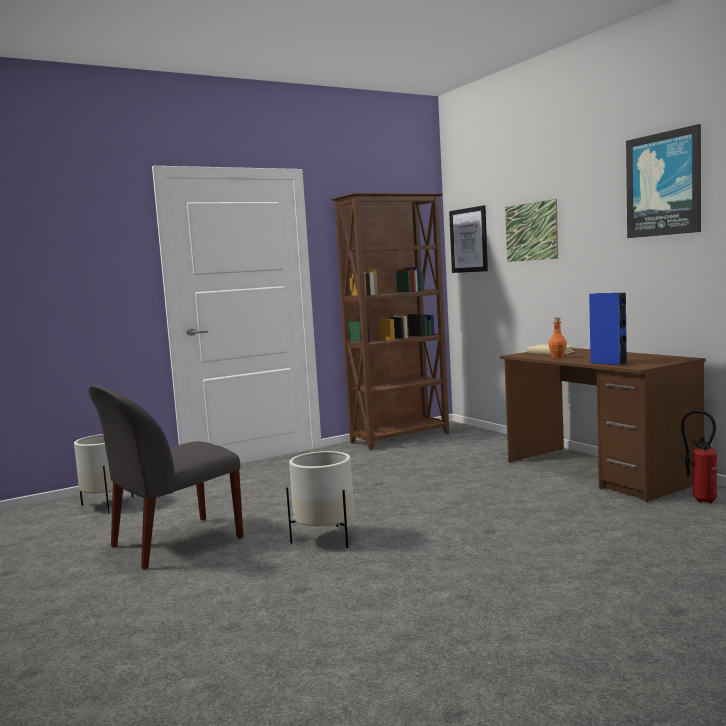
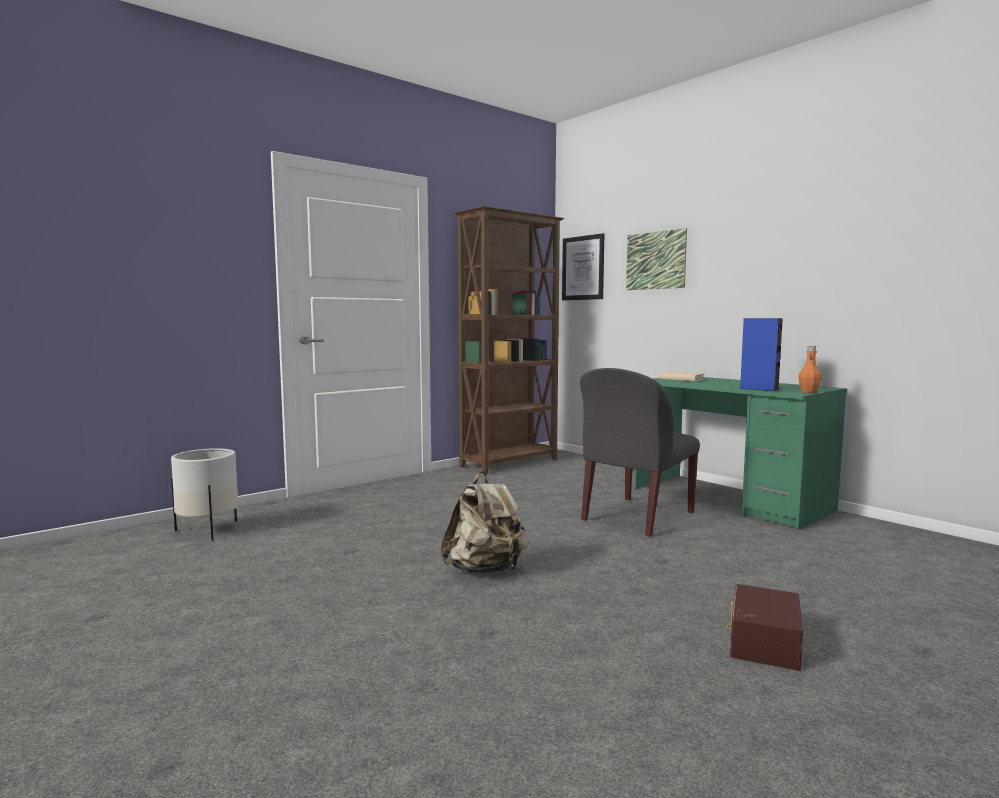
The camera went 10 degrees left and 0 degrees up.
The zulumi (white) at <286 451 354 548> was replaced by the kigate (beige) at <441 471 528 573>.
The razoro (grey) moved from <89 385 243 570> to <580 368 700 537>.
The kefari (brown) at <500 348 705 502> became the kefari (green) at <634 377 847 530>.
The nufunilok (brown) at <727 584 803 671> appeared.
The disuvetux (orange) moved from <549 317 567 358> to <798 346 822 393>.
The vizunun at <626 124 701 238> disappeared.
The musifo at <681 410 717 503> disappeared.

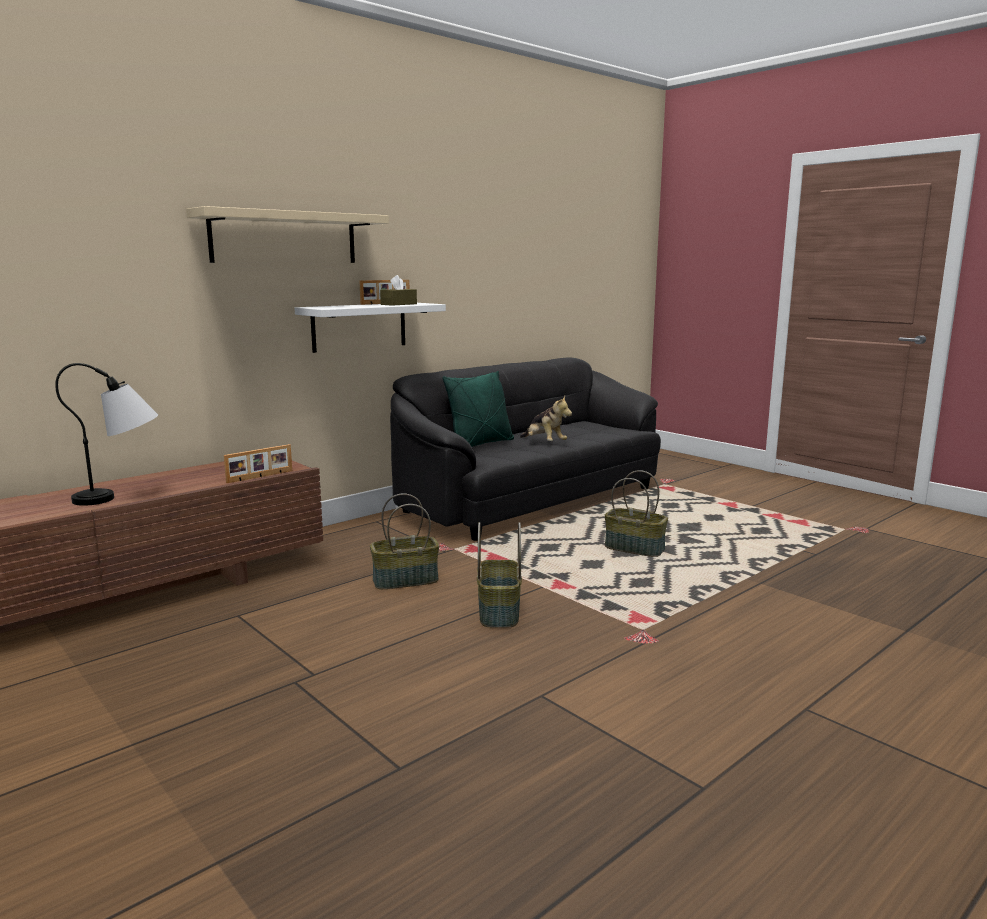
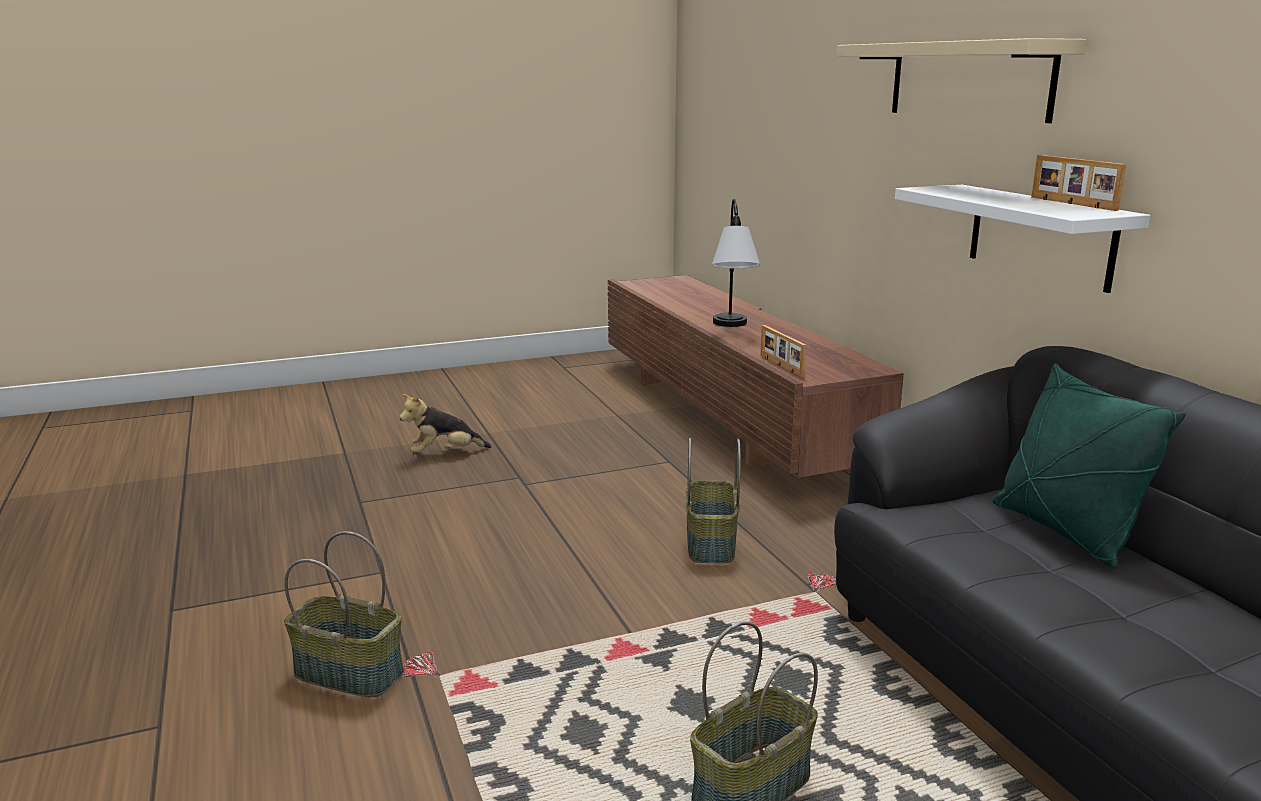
The camera went 110 degrees right and 5 degrees up.
The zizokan moved from <477 522 522 627> to <284 531 404 697>.
The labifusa moved from <520 396 572 441> to <399 394 492 453>.
The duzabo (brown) at <380 275 417 306> disappeared.

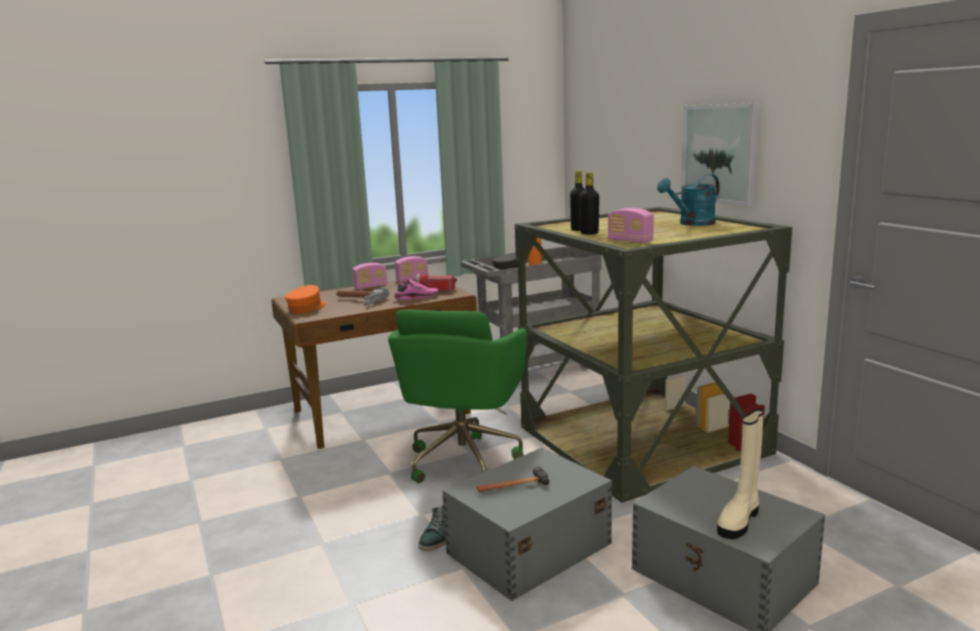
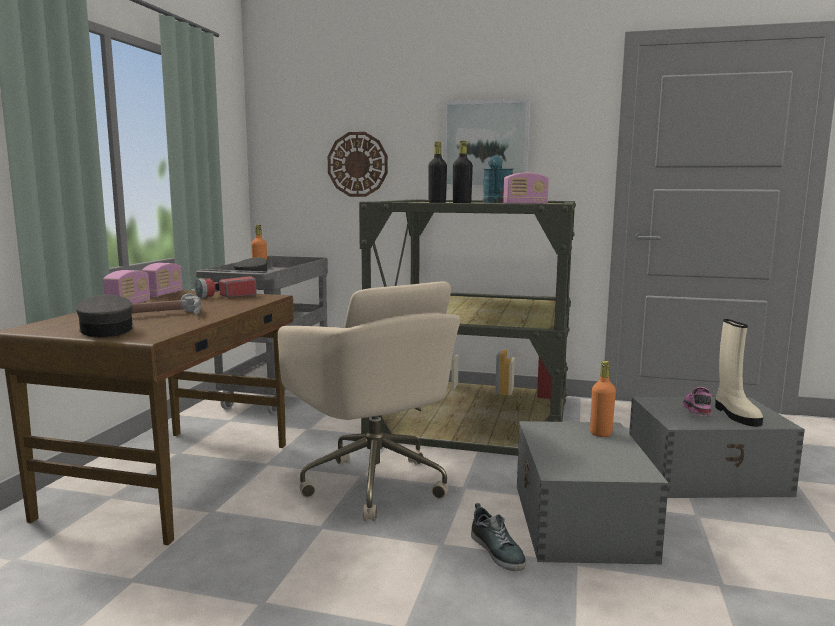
The camera went 50 degrees left and 5 degrees down.
The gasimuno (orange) at <285 285 326 313> became the gasimuno (grey) at <76 295 133 337>.
The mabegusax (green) at <388 310 528 483> became the mabegusax (beige) at <278 282 461 521>.
The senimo at <328 132 388 197> appeared.
The disuvetux (orange) at <590 361 616 437> appeared.
The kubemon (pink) moved from <394 279 439 300> to <682 387 712 416>.
The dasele at <477 466 549 492> disappeared.

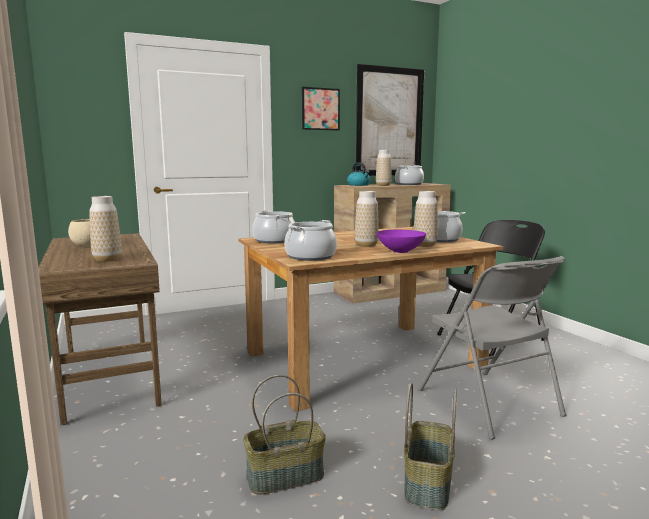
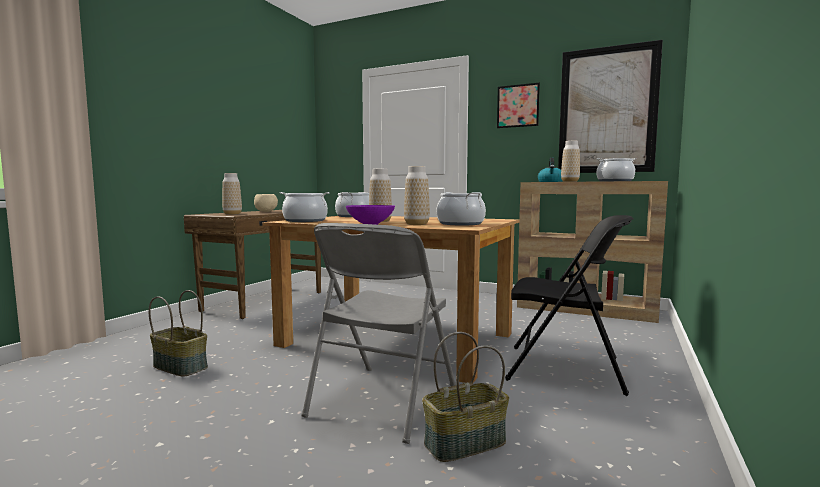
The camera went 50 degrees right and 5 degrees down.
The zizokan moved from <404 383 457 510> to <422 332 509 462>.

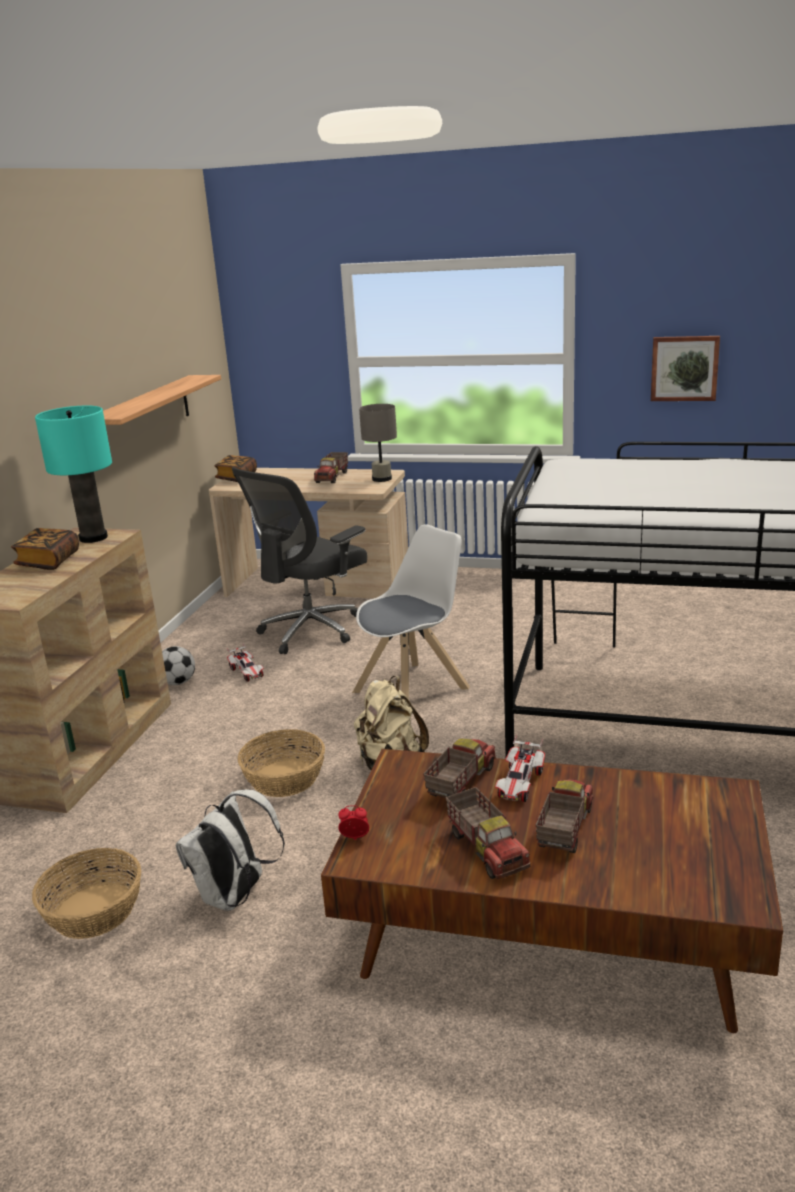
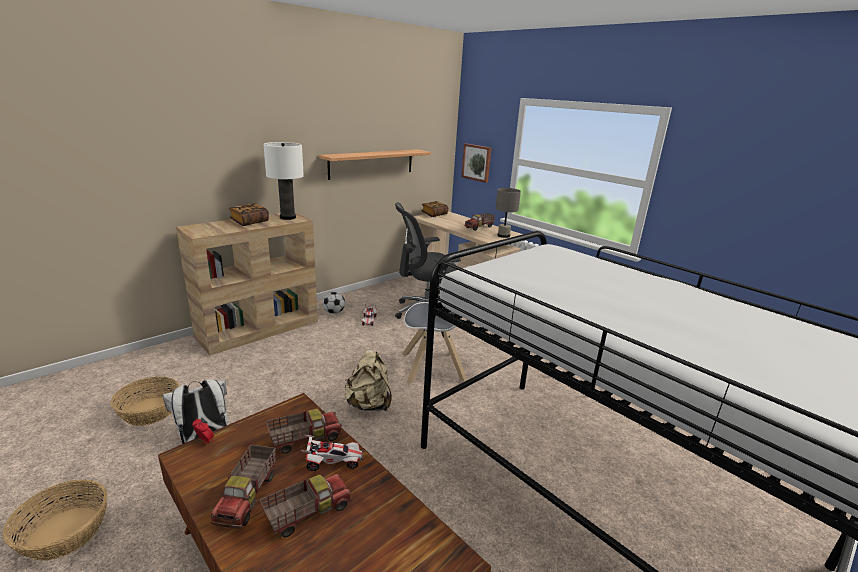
The camera went 30 degrees right and 0 degrees up.
The zizokan moved from <238 729 325 797> to <3 480 108 561>.
The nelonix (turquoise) at <35 405 112 543> became the nelonix (white) at <263 142 304 220>.
The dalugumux at <495 735 545 802> turned 150 degrees counterclockwise.
The vizunun moved from <651 336 720 401> to <461 144 491 183>.

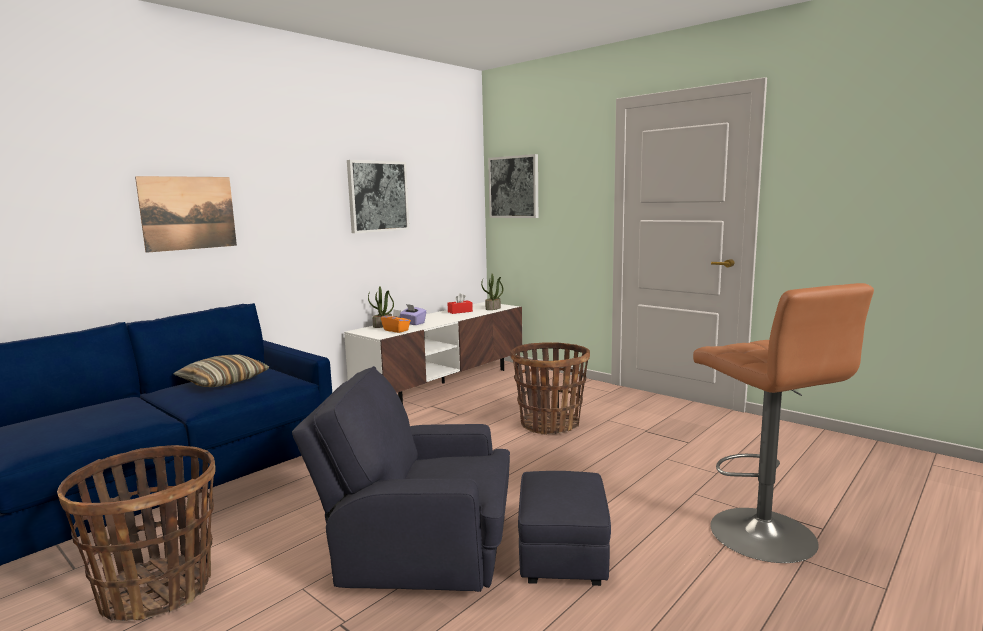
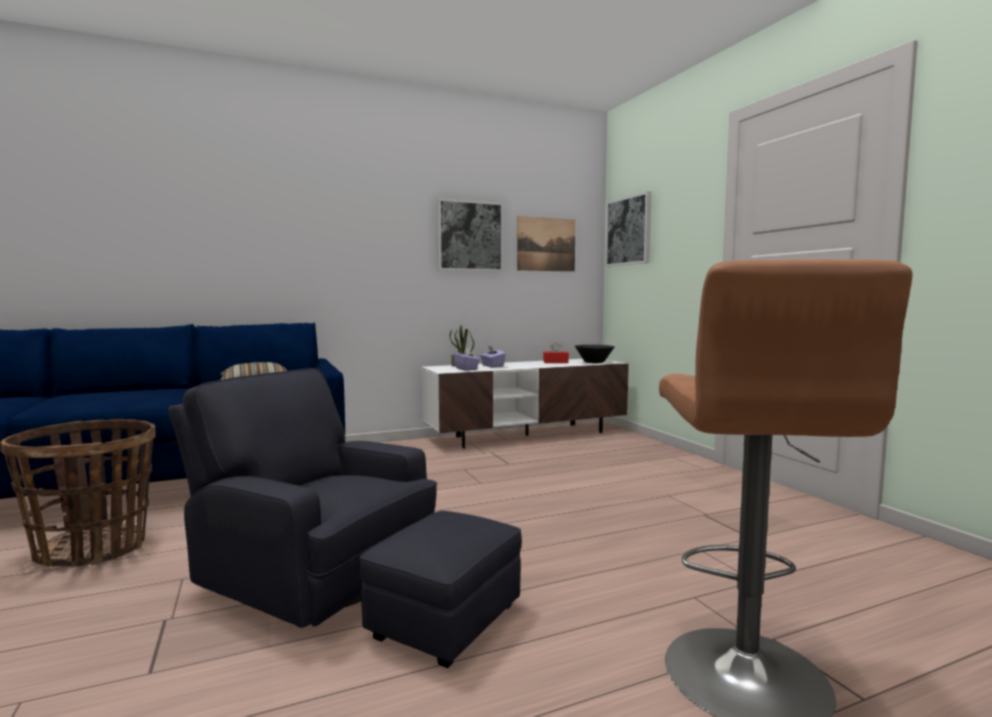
The camera went 25 degrees right and 5 degrees down.
The duzabo (orange) at <381 309 411 333> became the duzabo (purple) at <454 348 480 371>.
The vizunun moved from <135 176 237 253> to <517 216 576 272>.
The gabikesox at <481 274 503 310> was replaced by the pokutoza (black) at <575 345 615 363>.
The zizokan at <510 342 590 435> disappeared.

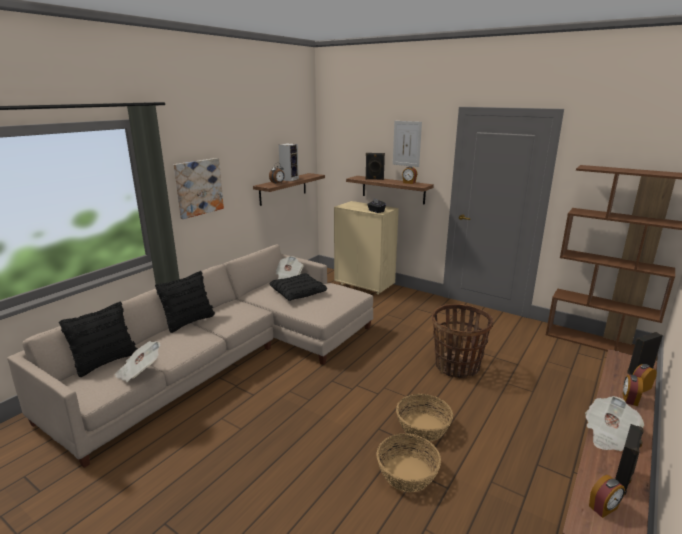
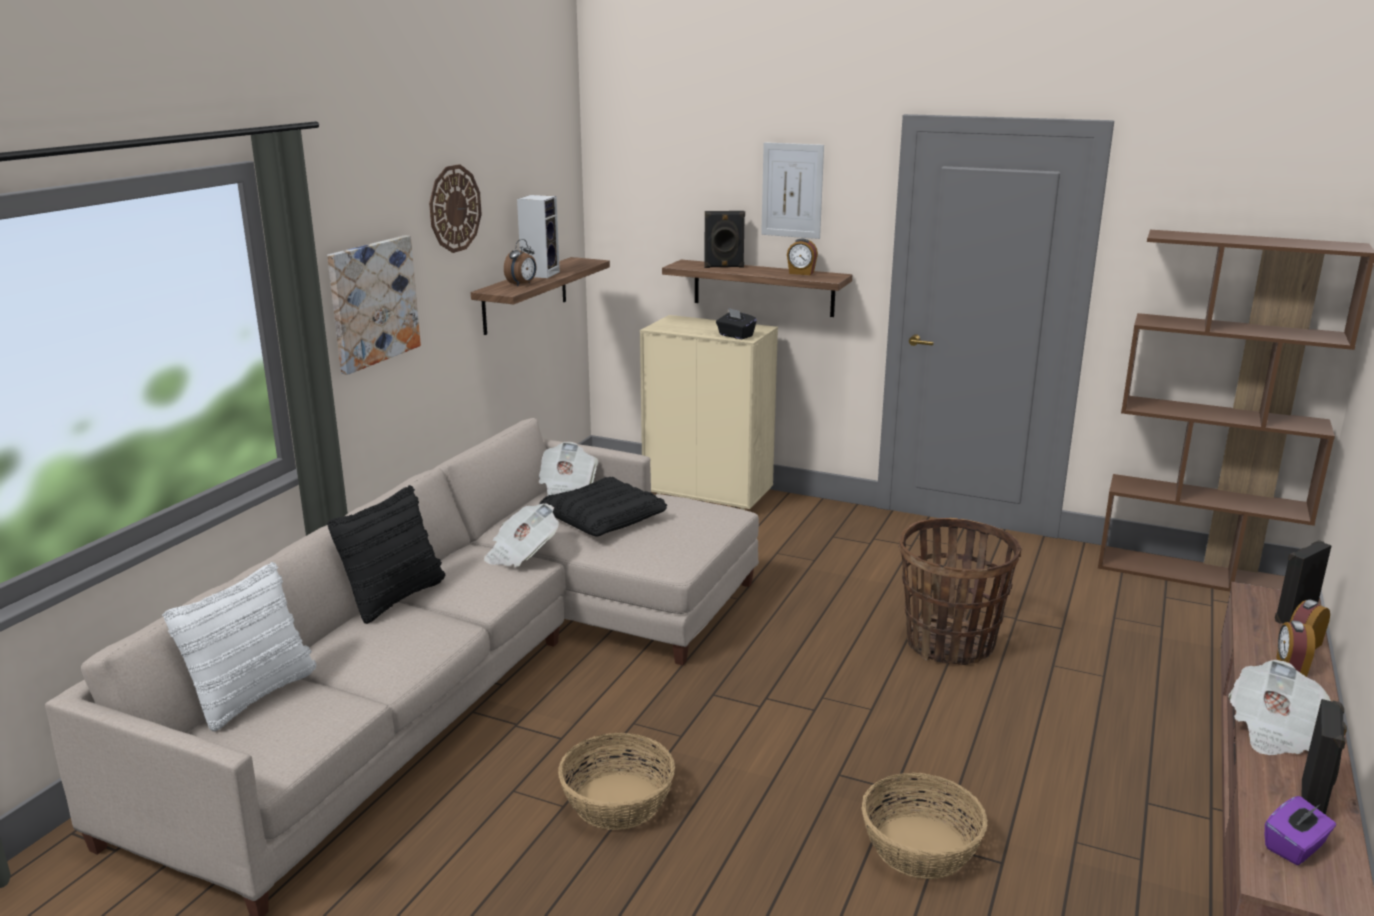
The camera went 10 degrees left and 0 degrees up.
The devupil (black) at <59 301 138 377> became the devupil (white) at <162 562 316 731>.
The senimo at <429 164 482 253> appeared.
The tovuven moved from <114 341 161 382> to <484 504 559 567>.
The zizokan moved from <396 394 453 442> to <558 733 675 830>.
The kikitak at <589 475 625 518> was replaced by the duzabo (purple) at <1265 796 1336 865>.

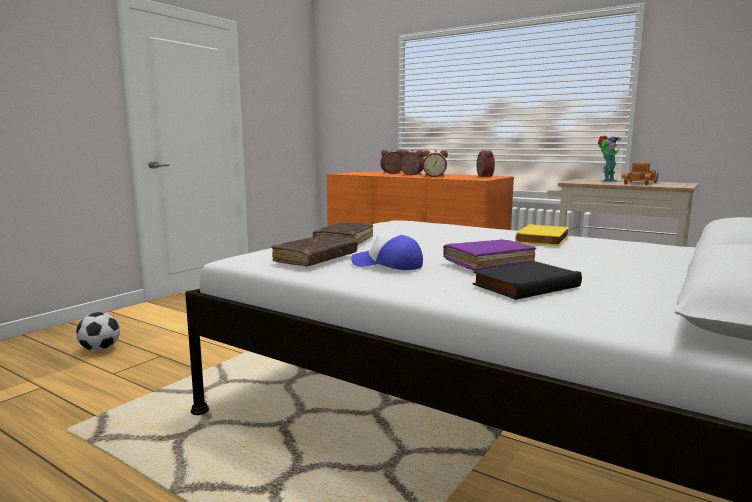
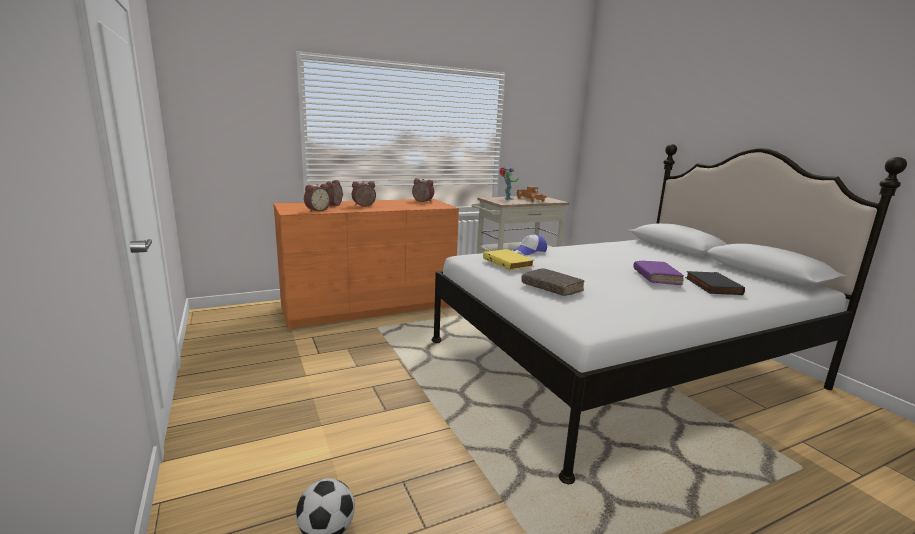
The camera went 60 degrees left and 5 degrees up.
The kikitak moved from <423 150 448 177> to <304 184 331 212>.
The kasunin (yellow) moved from <515 224 569 246> to <483 249 535 270>.
The gasimuno moved from <351 235 423 270> to <513 235 547 255>.
The kasunin (brown) at <271 235 357 267> disappeared.

